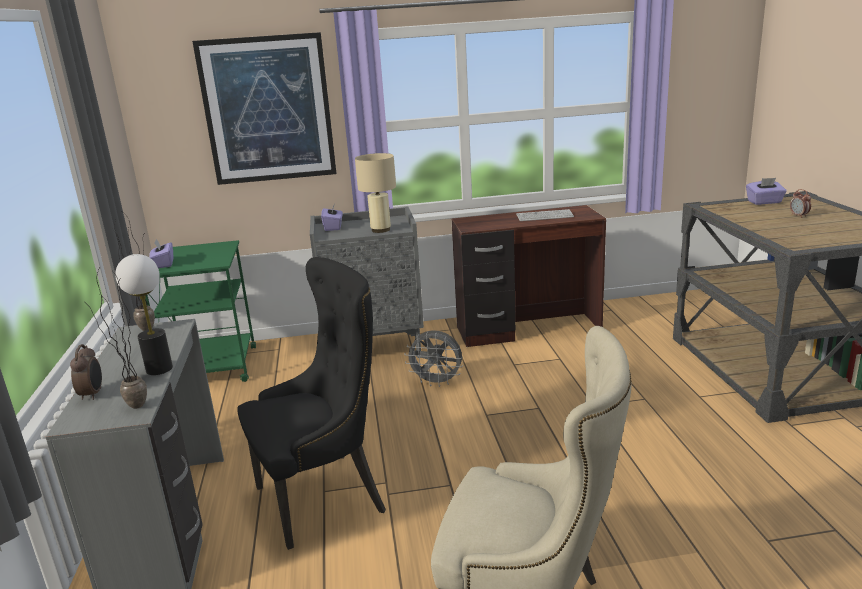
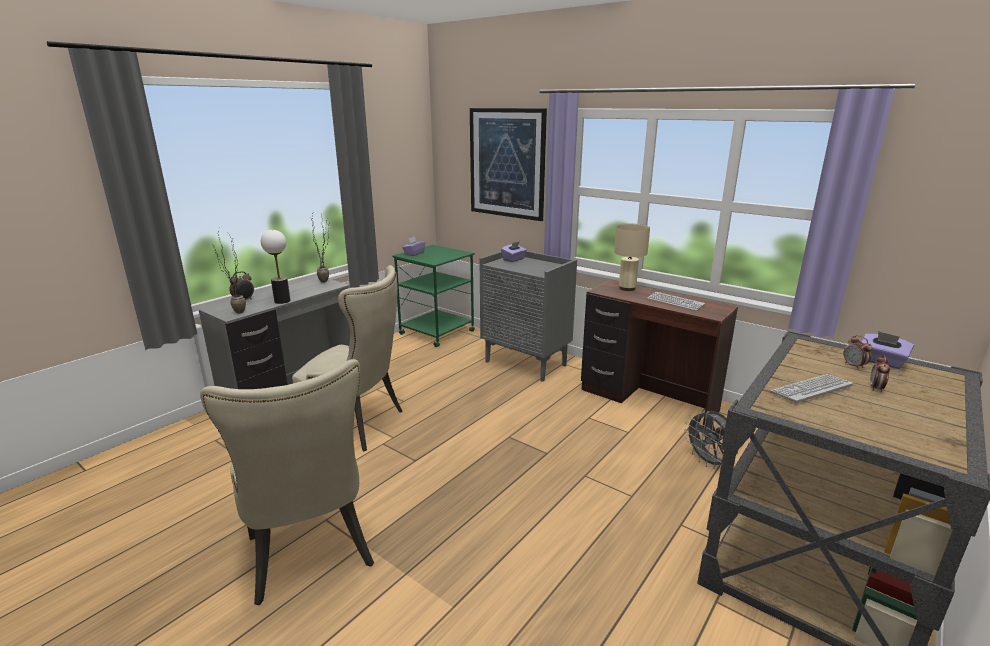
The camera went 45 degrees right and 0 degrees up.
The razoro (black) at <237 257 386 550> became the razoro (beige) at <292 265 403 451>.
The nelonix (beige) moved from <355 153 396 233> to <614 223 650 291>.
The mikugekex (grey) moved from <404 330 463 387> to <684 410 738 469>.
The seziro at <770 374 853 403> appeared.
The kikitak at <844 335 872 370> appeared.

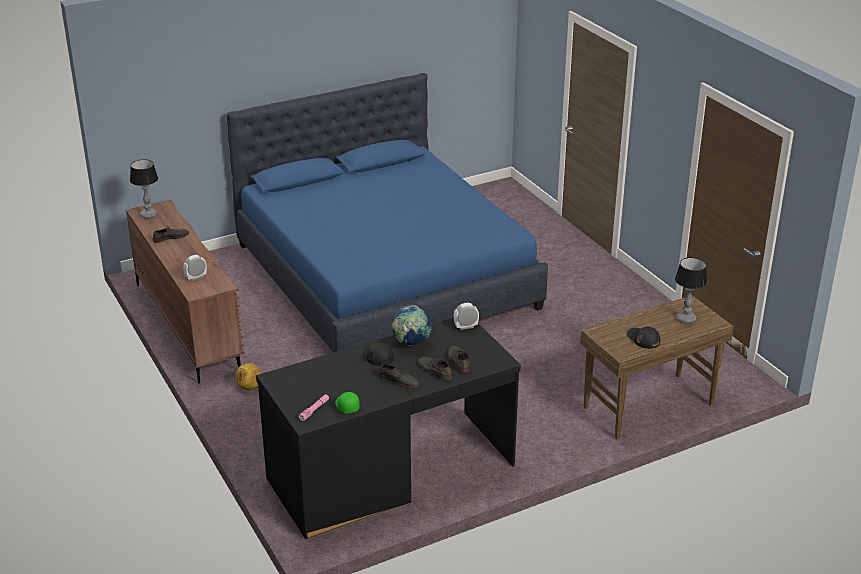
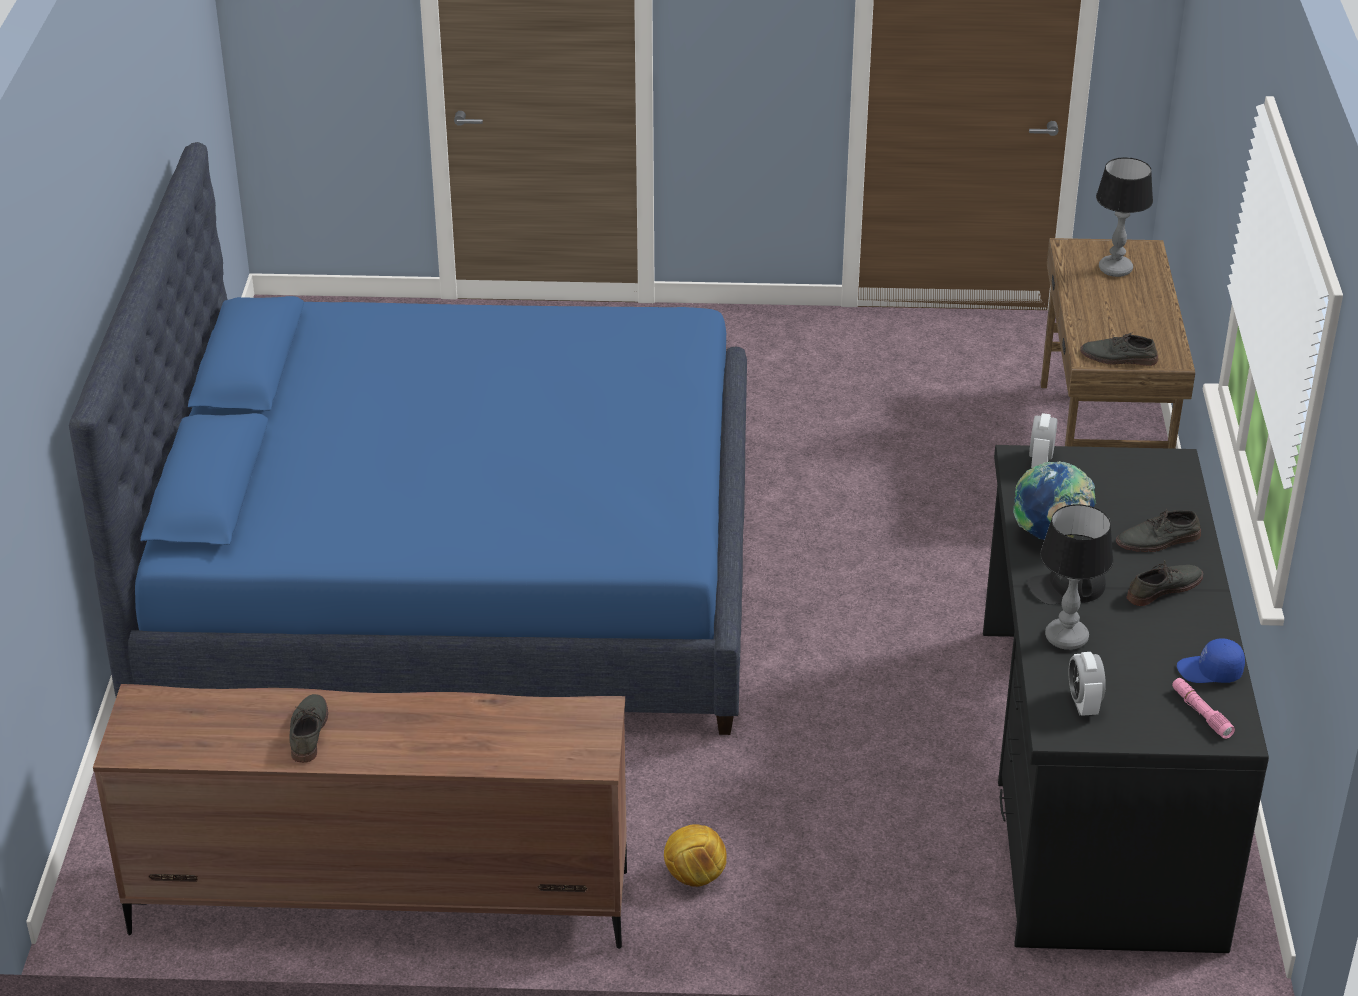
The camera went 60 degrees left and 5 degrees up.
The nelonix moved from <130 159 158 219> to <1040 504 1114 650>.
The kikitak moved from <183 255 207 281> to <1069 652 1106 716>.
The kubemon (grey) moved from <448 346 470 373> to <1080 332 1158 366>.
The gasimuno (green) at <335 392 360 414> became the gasimuno (blue) at <1177 639 1245 683>.
The gasimuno (black) at <627 327 660 349> disappeared.

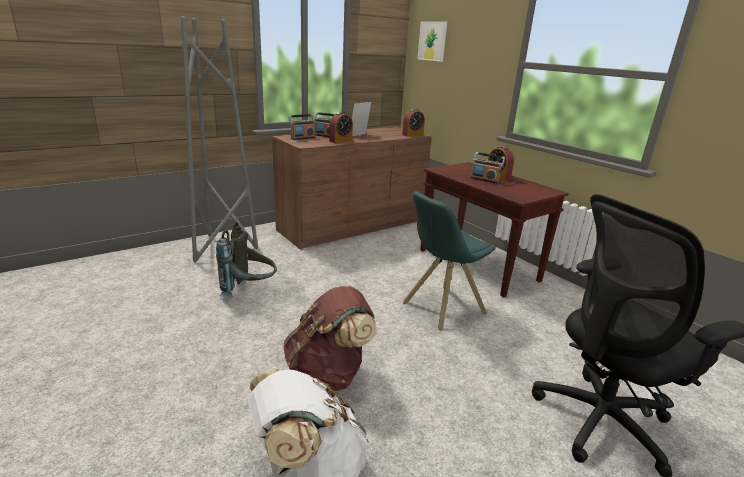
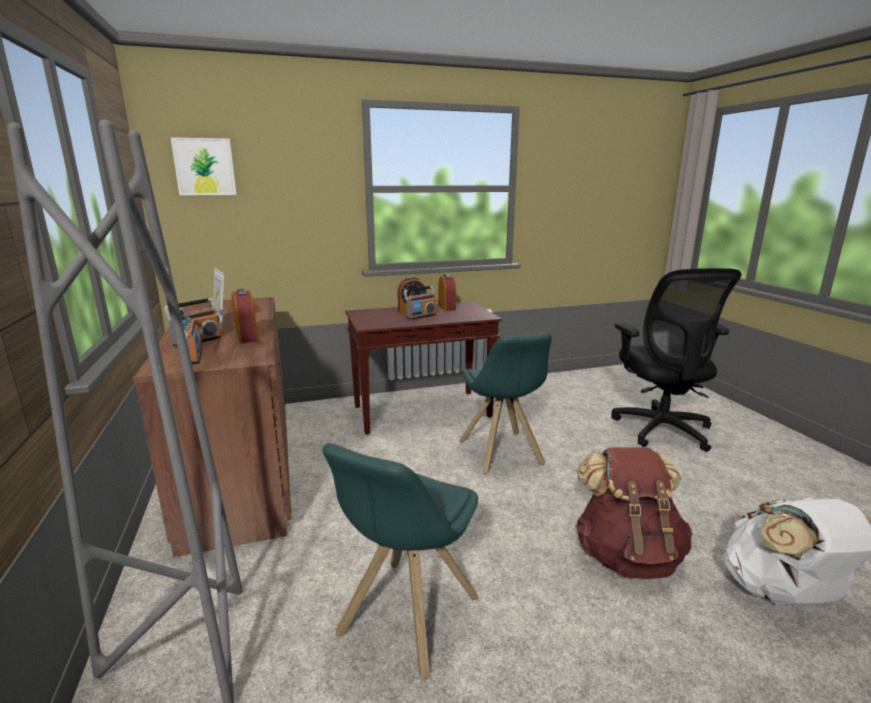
The camera went 70 degrees left and 5 degrees down.
The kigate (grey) at <216 222 277 297> was replaced by the razoro (turquoise) at <323 443 479 679>.
The kikitak moved from <402 109 425 137> to <438 274 456 311>.

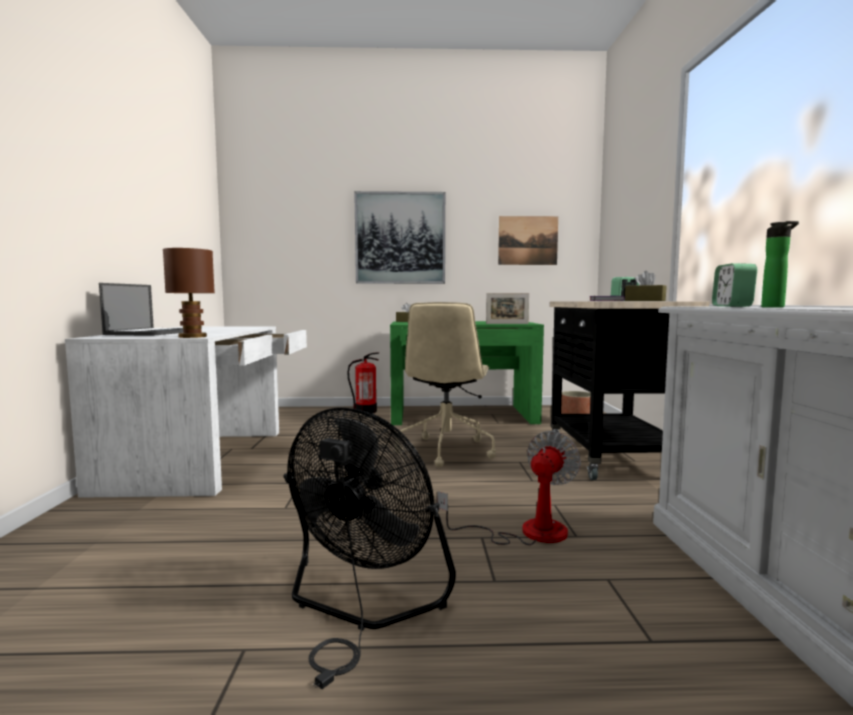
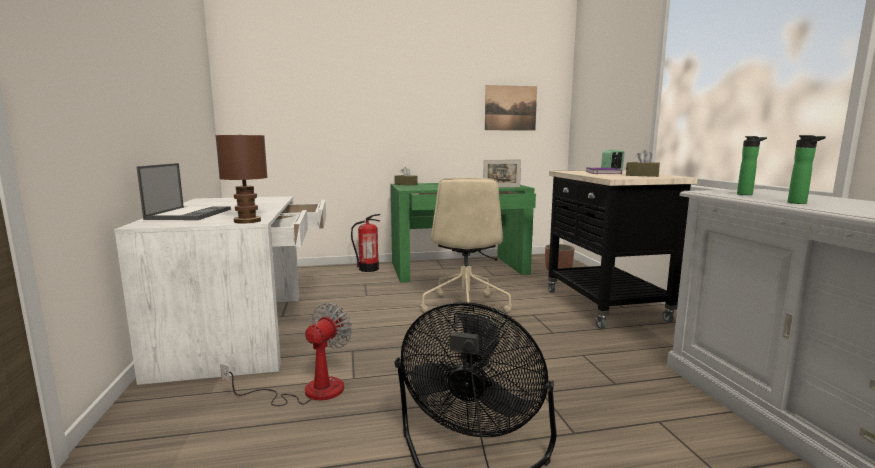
The camera went 10 degrees left and 5 degrees up.
The mikugekex moved from <437 431 581 545> to <220 303 352 406>.
The kikitak at <712 263 757 307> was replaced by the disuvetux at <737 136 767 195>.
The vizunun at <354 191 445 284> disappeared.

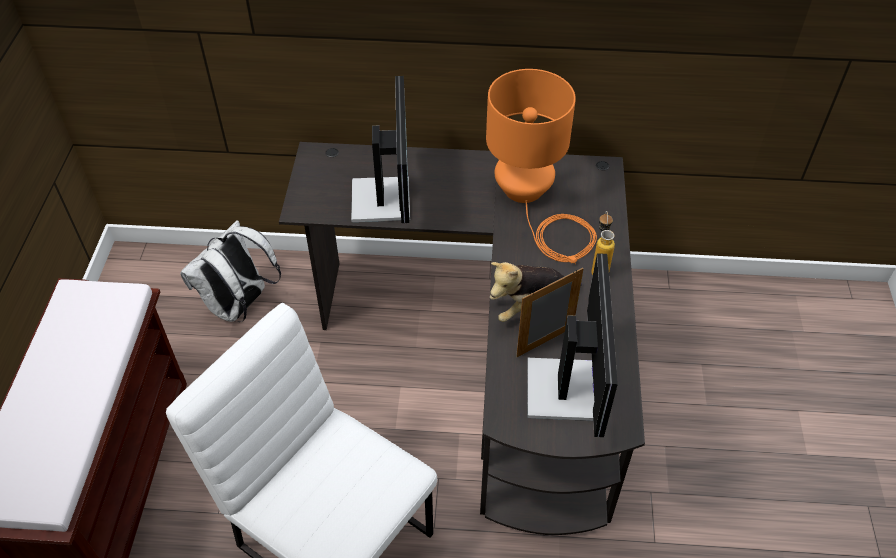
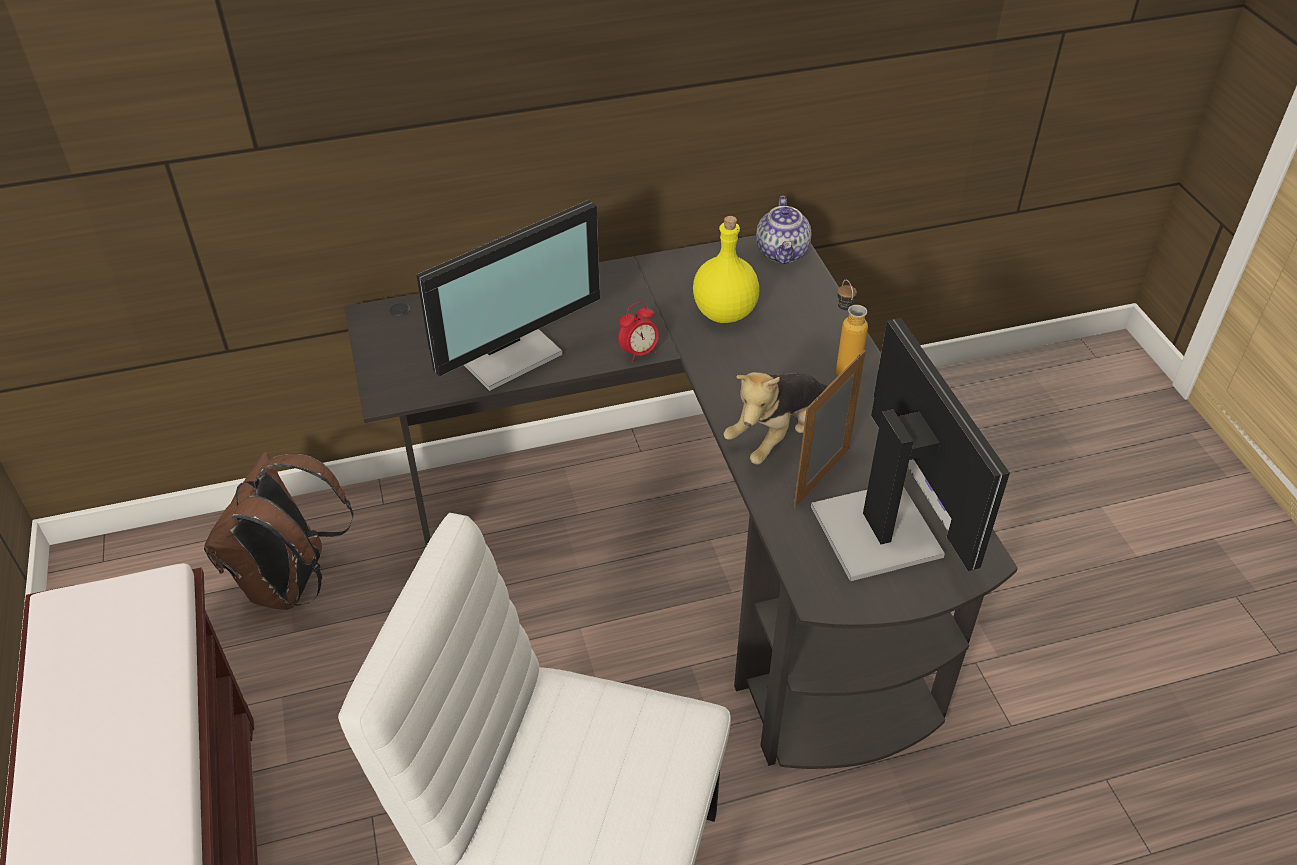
The camera went 20 degrees left and 5 degrees down.
The kigate (white) at <180 220 281 322> became the kigate (brown) at <204 451 354 610>.
The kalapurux at <351 76 410 223> turned 75 degrees clockwise.
The kikitak at <618 302 659 363> appeared.
The nelonix (orange) at <486 69 597 264> was replaced by the disuvetux (yellow) at <693 216 759 323>.
The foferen at <756 196 812 264> appeared.

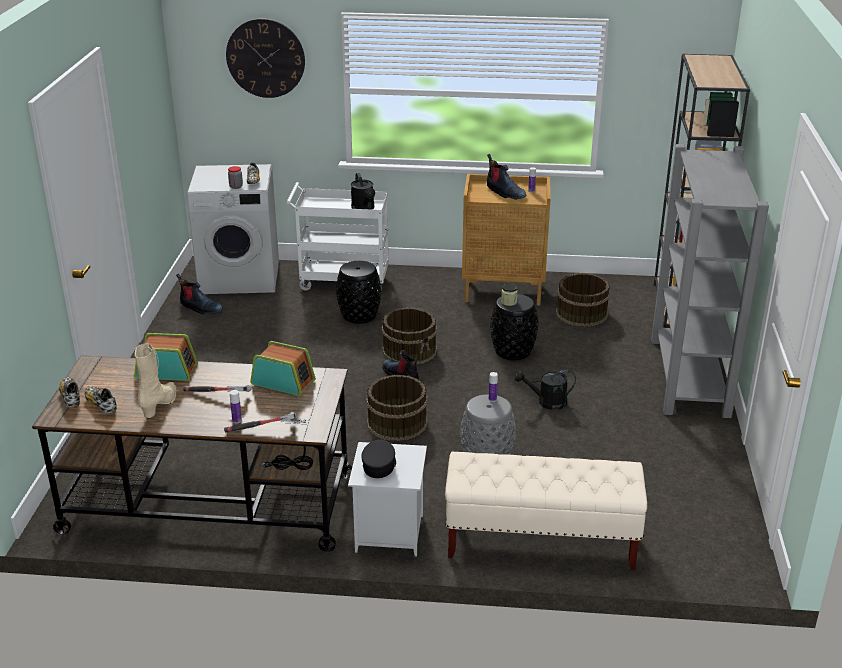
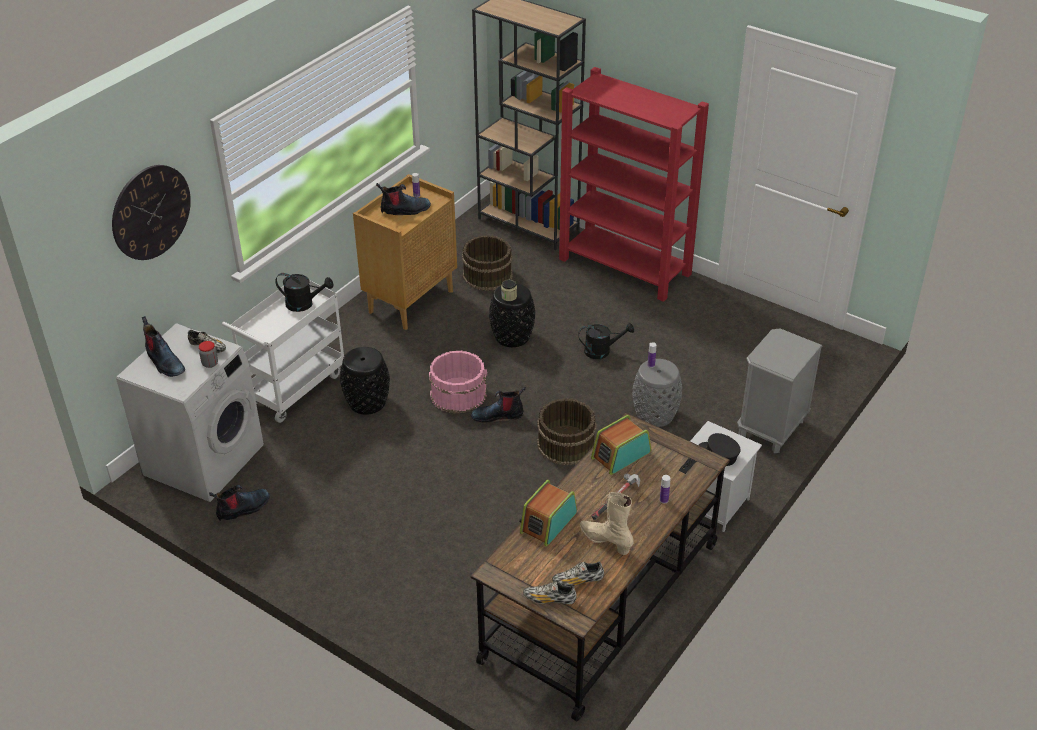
The camera went 60 degrees left and 10 degrees up.
The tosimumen at <142 316 185 377> appeared.
The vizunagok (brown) at <381 307 437 364> became the vizunagok (pink) at <429 351 487 414>.
The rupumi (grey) at <651 144 769 418> became the rupumi (red) at <559 67 709 302>.
The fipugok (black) at <515 370 576 410> turned 120 degrees counterclockwise.
The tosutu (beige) at <445 452 647 570> was replaced by the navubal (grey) at <737 329 822 453>.
The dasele at <224 412 296 433> disappeared.

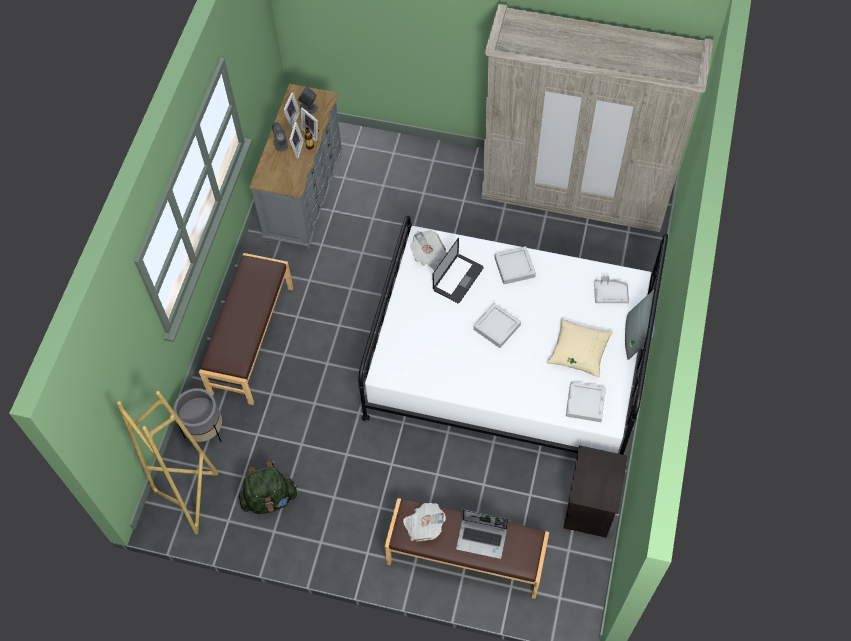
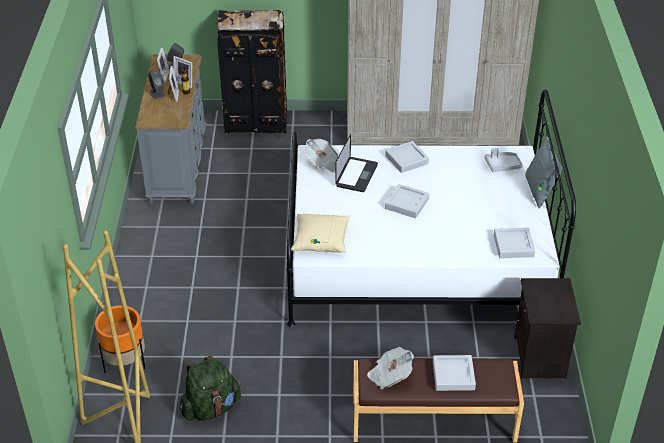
The camera went 15 degrees left and 20 degrees down.
The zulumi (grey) at <174 388 222 442> became the zulumi (orange) at <95 305 145 373>.
The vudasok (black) at <217 10 288 134> appeared.
The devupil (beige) moved from <546 318 613 377> to <291 214 350 253>.
The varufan at <456 510 509 559> was replaced by the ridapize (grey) at <433 355 476 391>.
The tosutu (brown) at <199 253 294 405> disappeared.

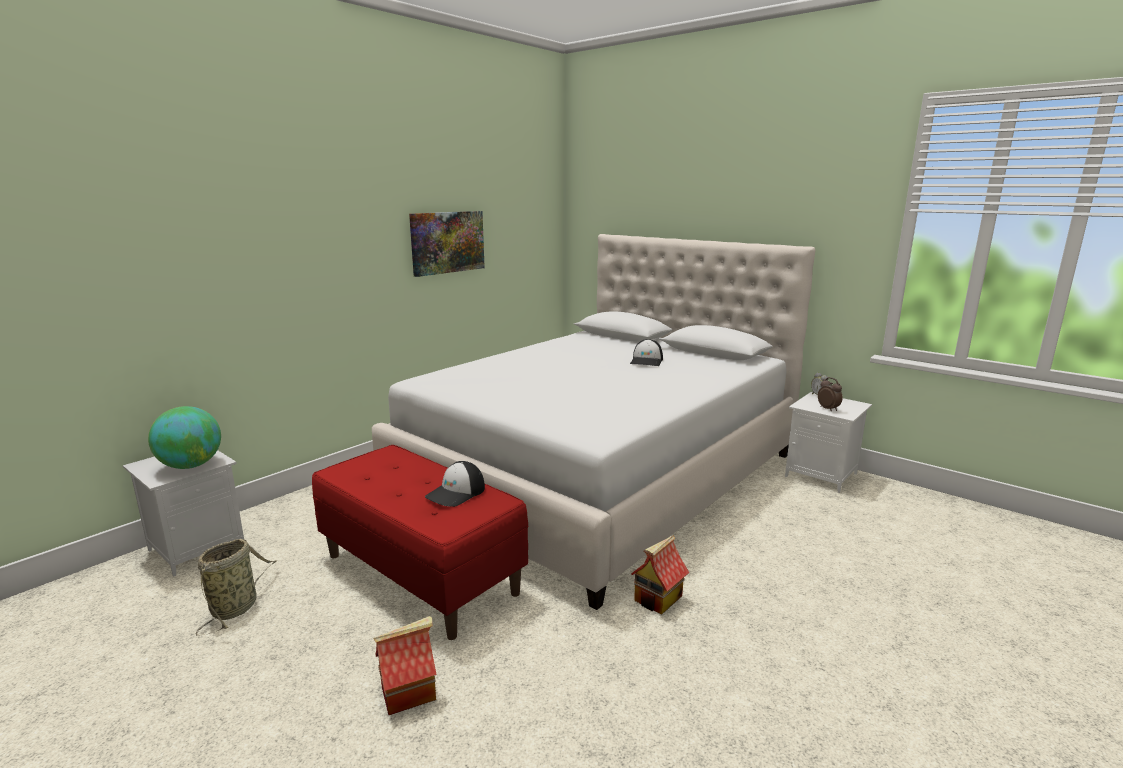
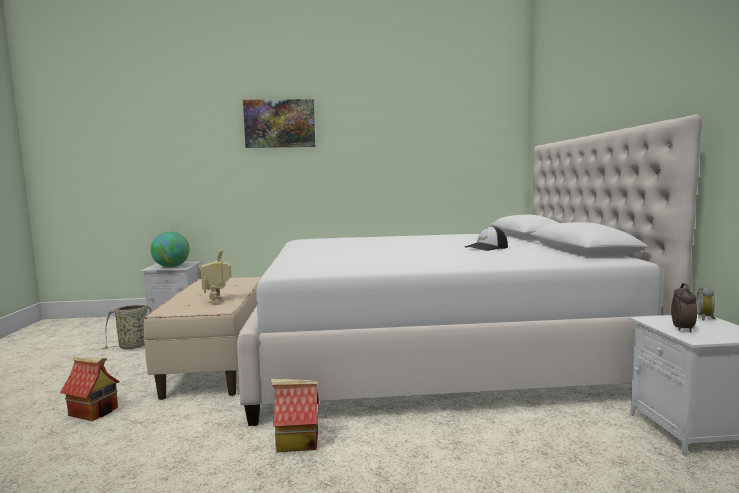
The camera went 45 degrees right and 10 degrees down.
The tosutu (red) at <312 445 528 640> became the tosutu (beige) at <144 277 261 400>.
The gasimuno at <425 461 485 507> was replaced by the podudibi at <201 250 232 303>.
The vizunun moved from <409 211 485 277> to <243 99 315 148>.

